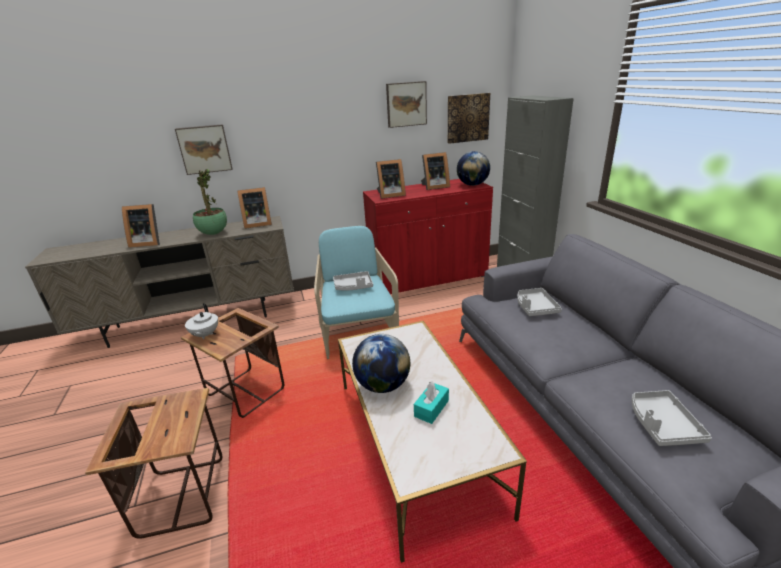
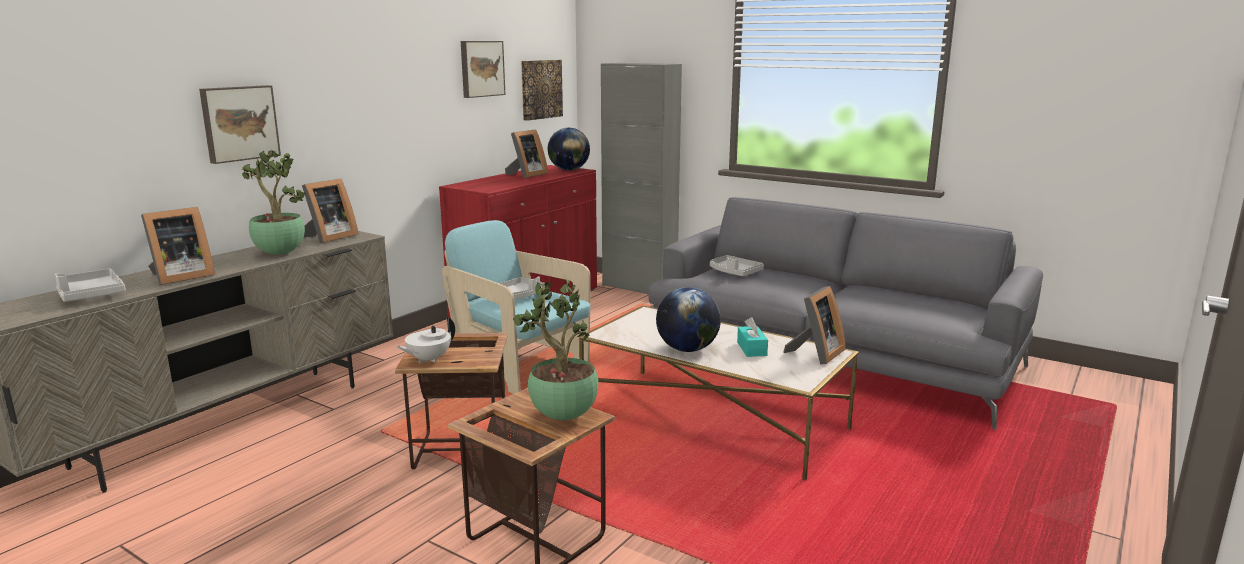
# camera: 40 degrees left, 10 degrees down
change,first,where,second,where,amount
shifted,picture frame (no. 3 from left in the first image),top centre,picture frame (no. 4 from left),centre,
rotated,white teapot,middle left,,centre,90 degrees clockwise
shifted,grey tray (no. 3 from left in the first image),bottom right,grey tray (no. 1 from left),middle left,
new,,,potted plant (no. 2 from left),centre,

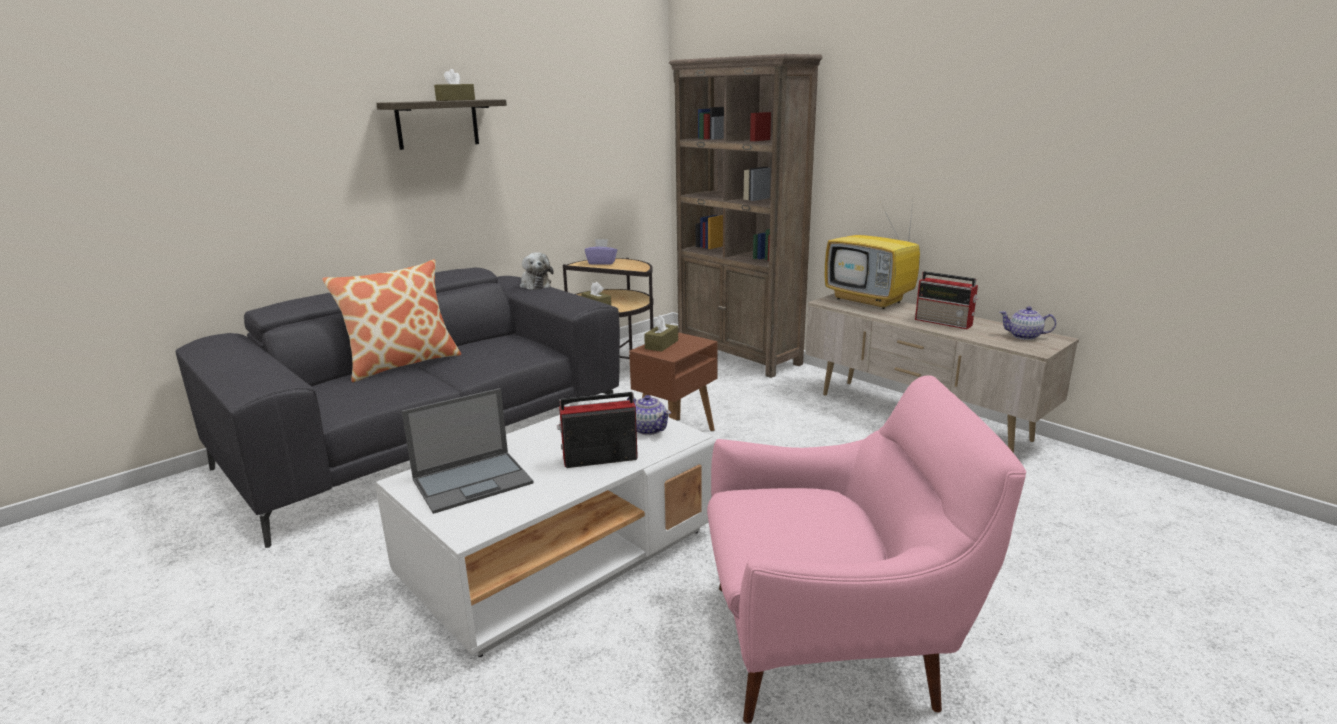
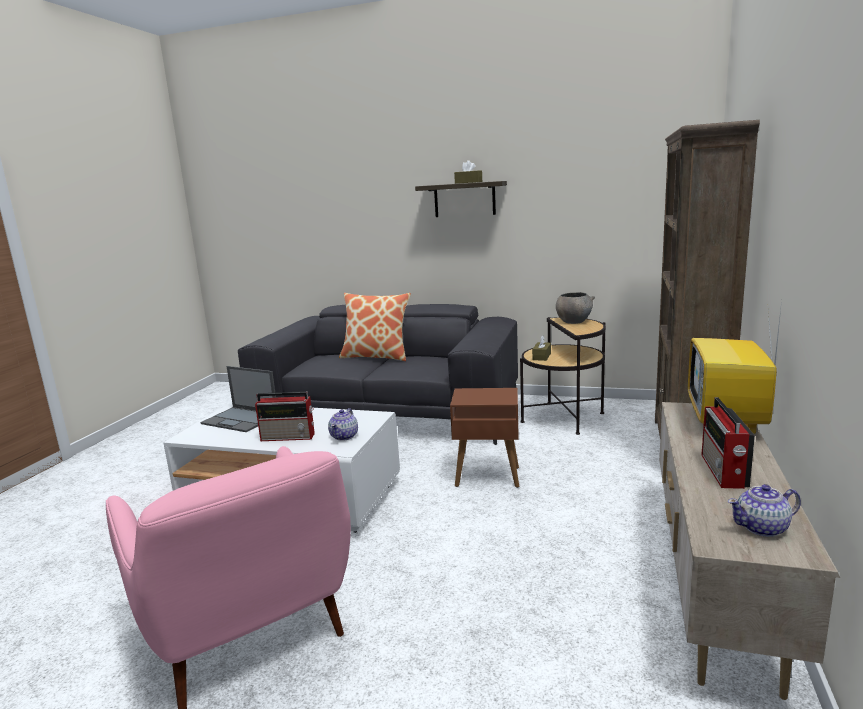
# camera: 60 degrees right, 5 degrees down
change,first,where,second,where,amount
swapped,purple tissue box,centre,grey bowl,centre,
gone,plush toy,centre,,,
rotated,teapot (no. 2 from left),middle right,,bottom right,90 degrees counterclockwise
gone,brown tissue box (no. 3 from left),centre,,,
rotated,radio (no. 1 from left),centre,,middle left,135 degrees clockwise

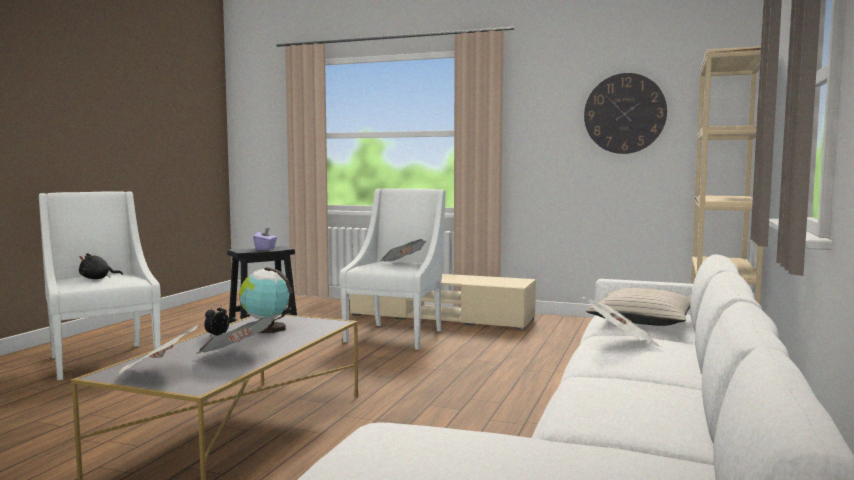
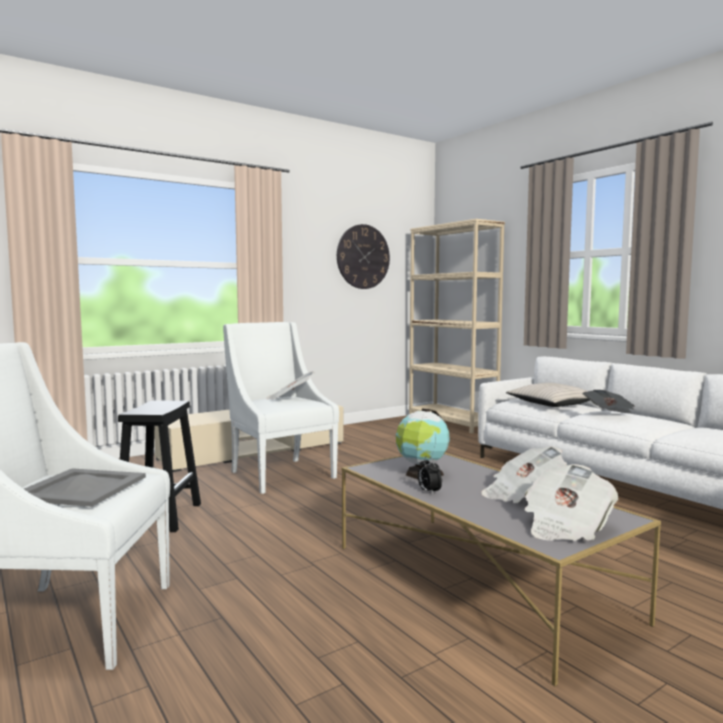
# camera: 55 degrees left, 0 degrees up
change,first,where,second,where,amount
gone,purple tissue box,middle left,,,
swapped,black plush toy,middle left,grey tray,bottom left,

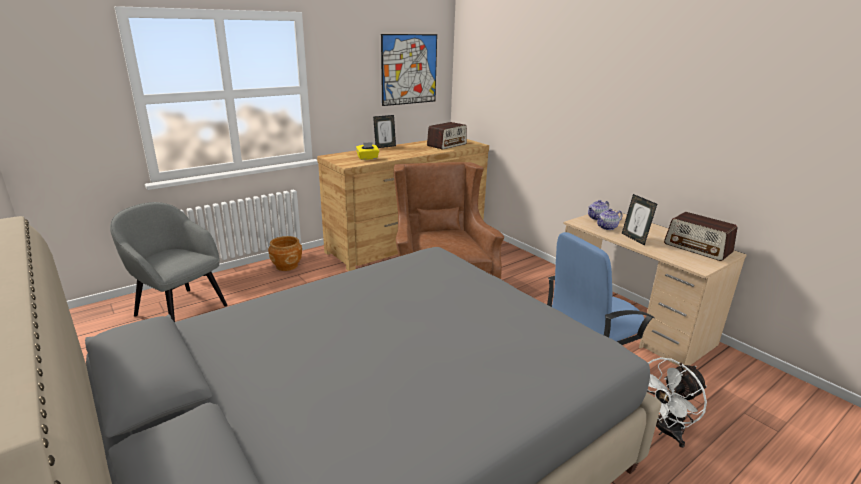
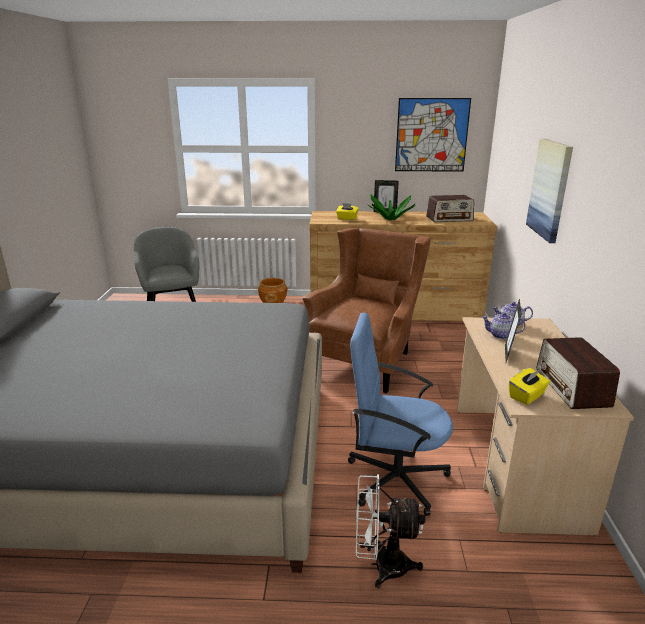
# camera: 40 degrees right, 0 degrees up
change,first,where,second,where,amount
new,,,picture (no. 2 from left),top right,
new,,,potted plant,top centre,
new,,,yellow tissue box (no. 2 from left),middle right,

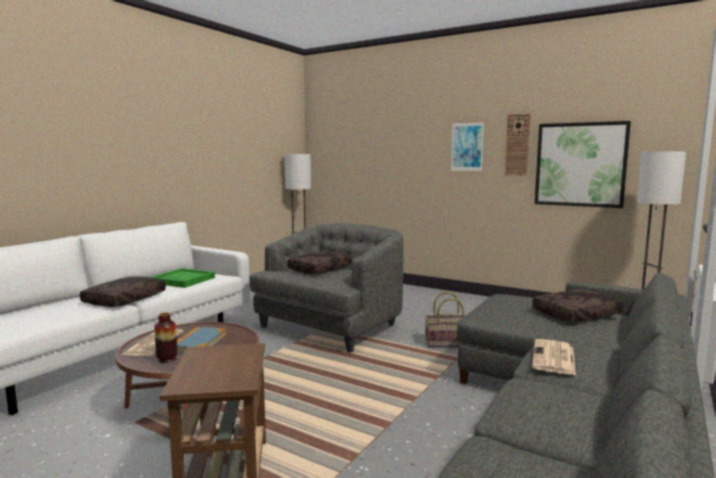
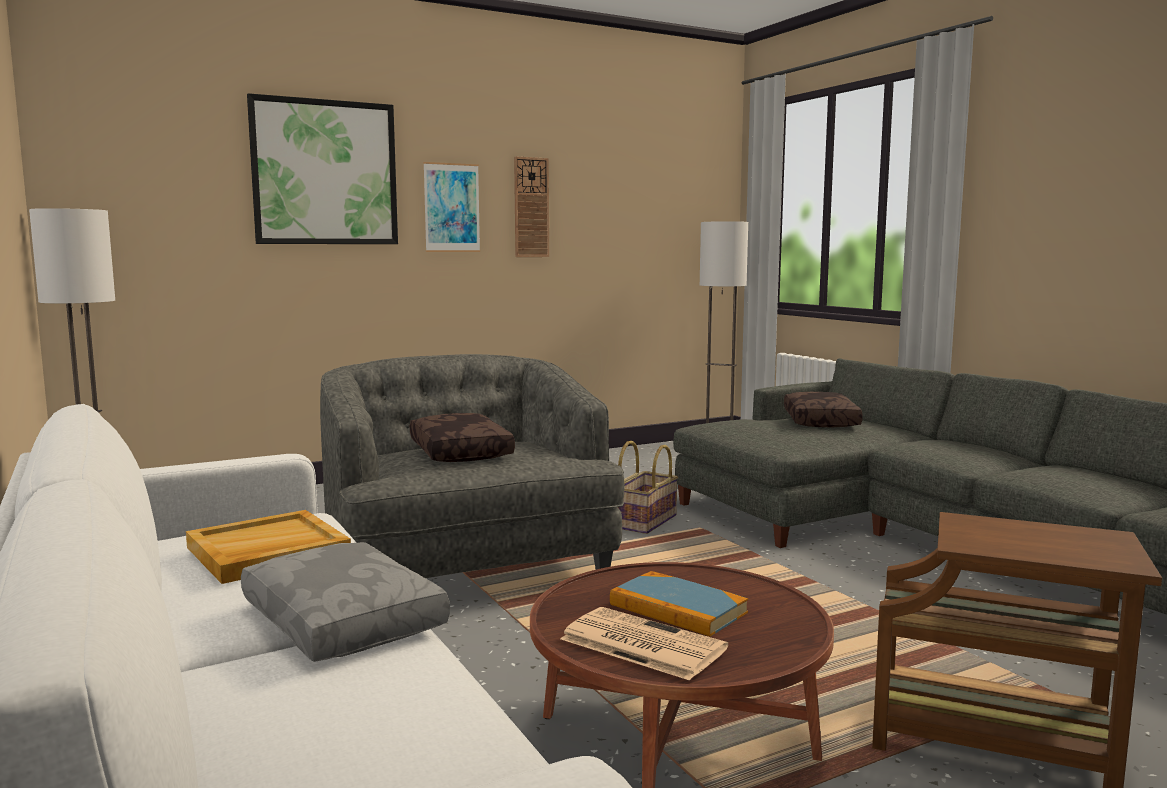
# camera: 60 degrees left, 0 degrees up
change,first,where,second,where,amount
shifted,picture (no. 2 from left in the first image),middle right,picture (no. 1 from left),top left,
repainted,green tray,middle left,beige tray,bottom left,
repainted,brown pillow (no. 1 from left),middle left,grey pillow,bottom left,
gone,vase,bottom left,,,
gone,newspaper (no. 2 from left),bottom right,,,

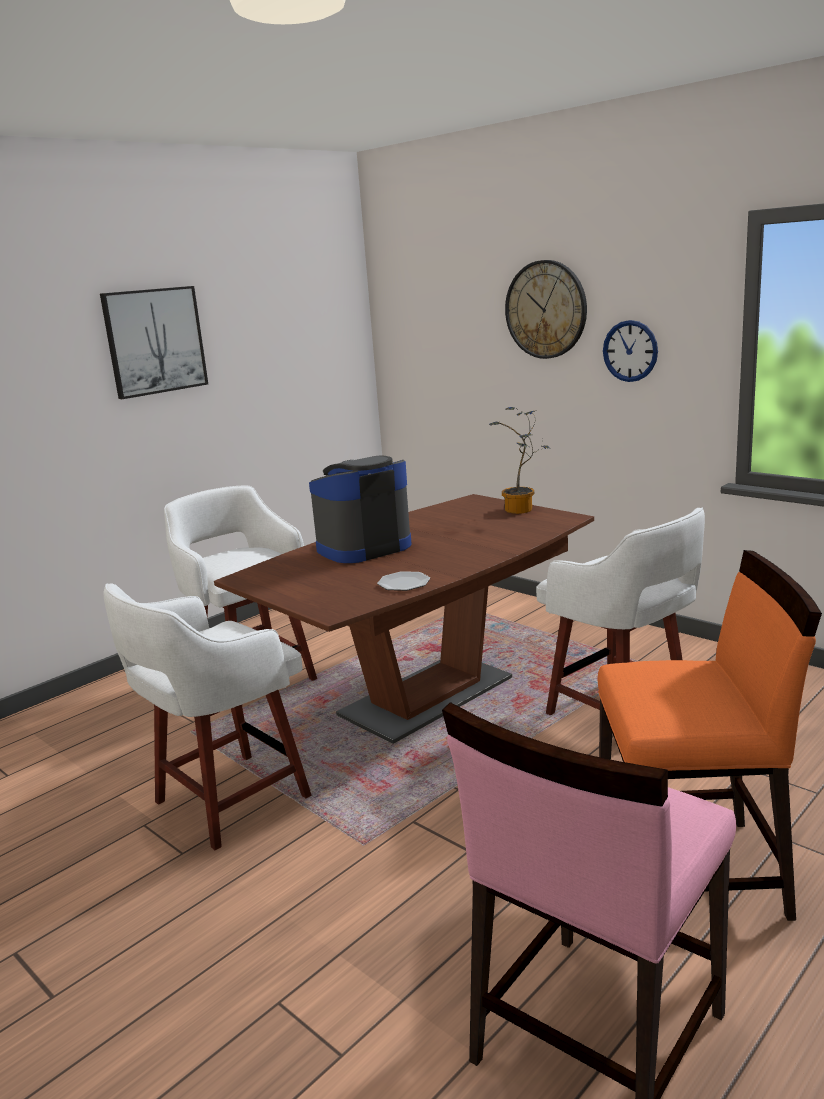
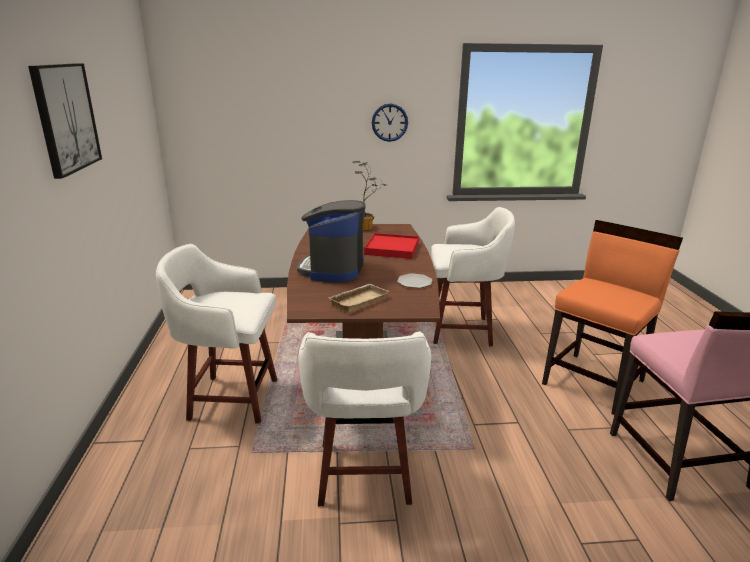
# camera: 50 degrees left, 5 degrees up
change,first,where,second,where,amount
gone,wall clock (no. 1 from left),top centre,,,
new,,,red tray,centre,
new,,,beige tray,centre,

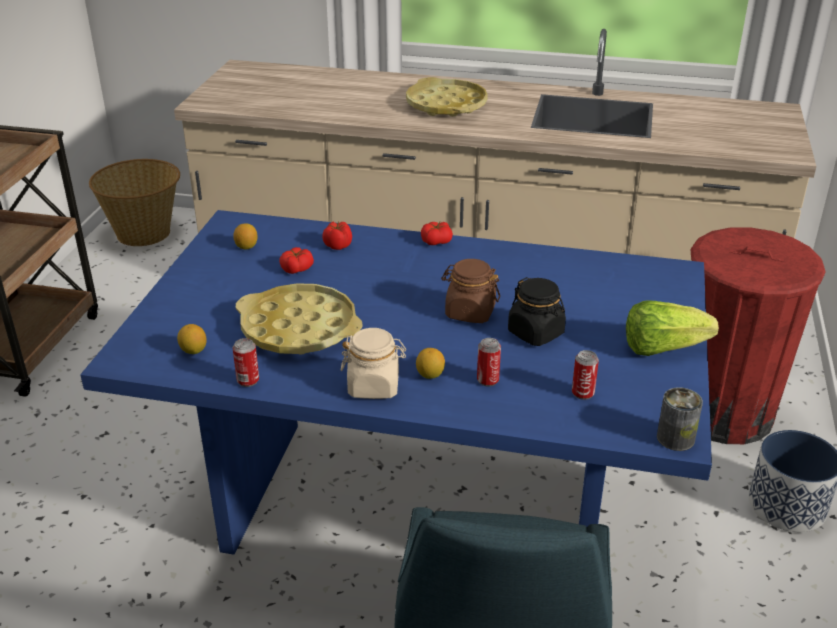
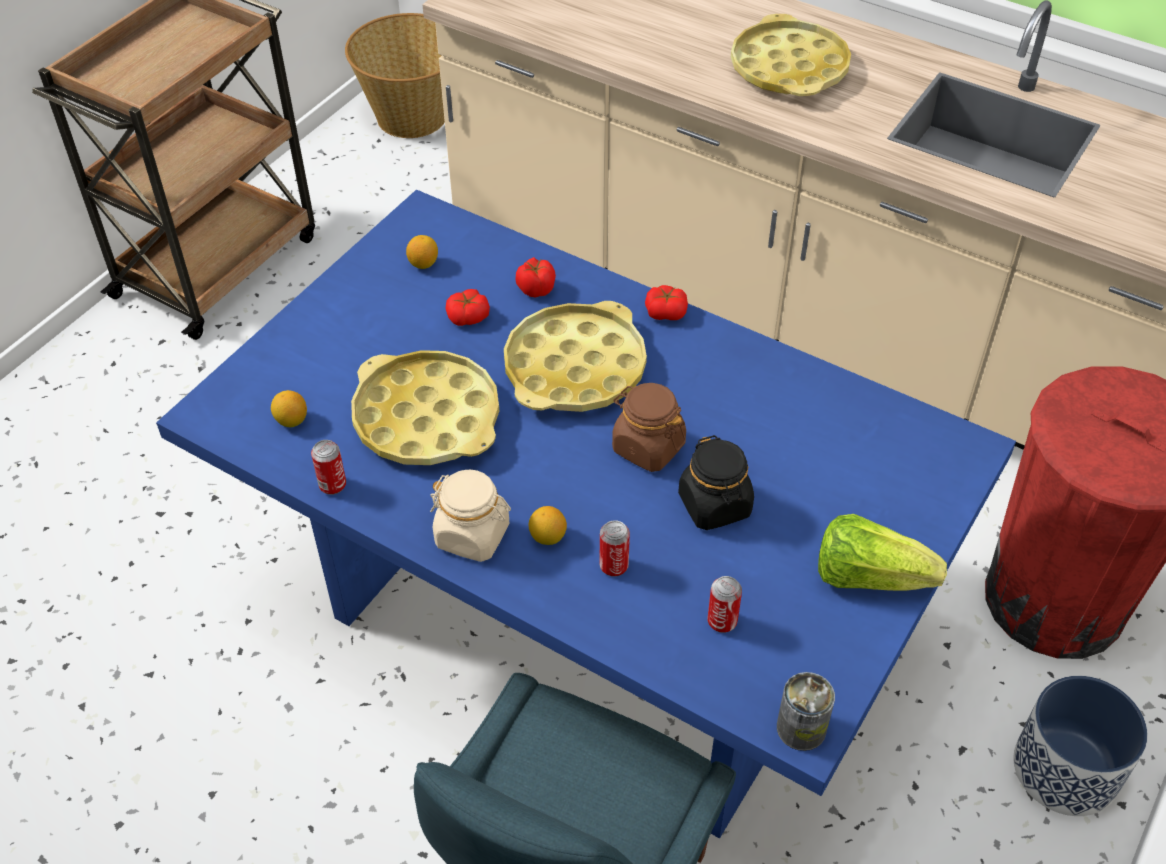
# camera: 20 degrees right, 15 degrees up
change,first,where,second,where,amount
new,,,yellow tray (no. 2 from left),centre,

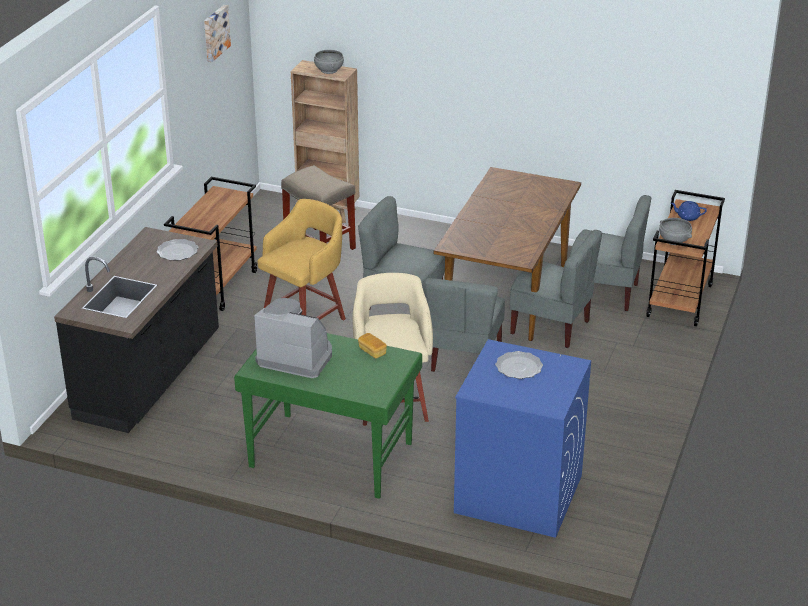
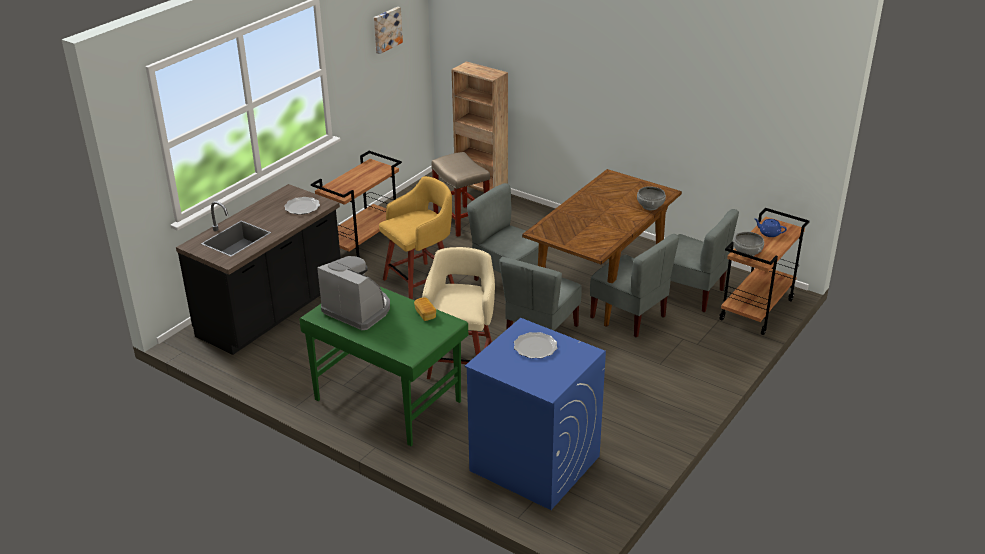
# camera: 15 degrees right, 0 degrees up
change,first,where,second,where,amount
shifted,grey bowl (no. 1 from left),top centre,,centre,

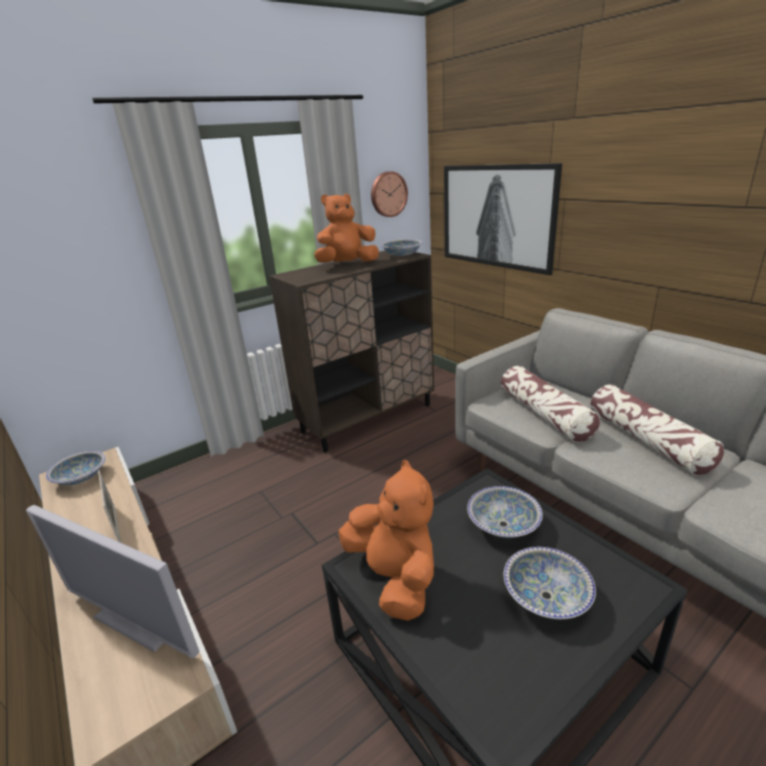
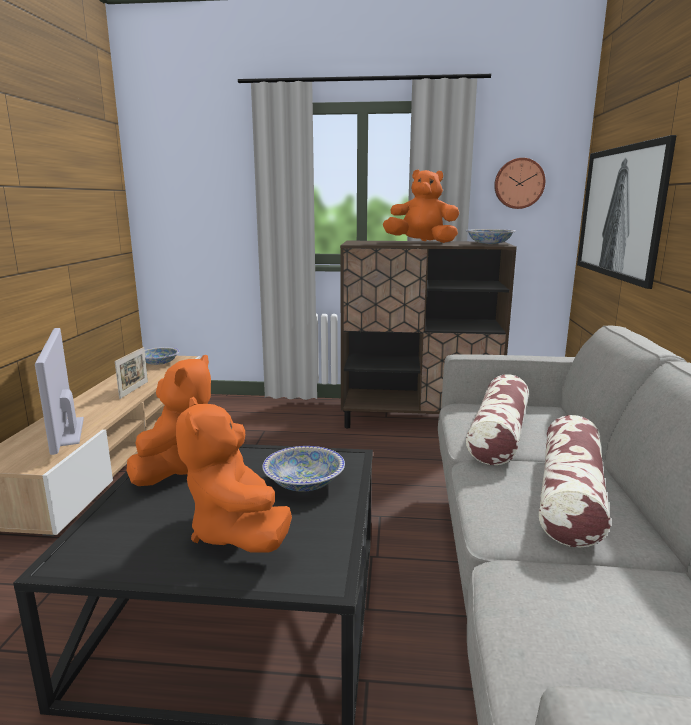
# camera: 40 degrees right, 10 degrees down
change,first,where,second,where,amount
swapped,bowl (no. 4 from left),bottom right,orange plush toy (no. 2 from left),centre,

